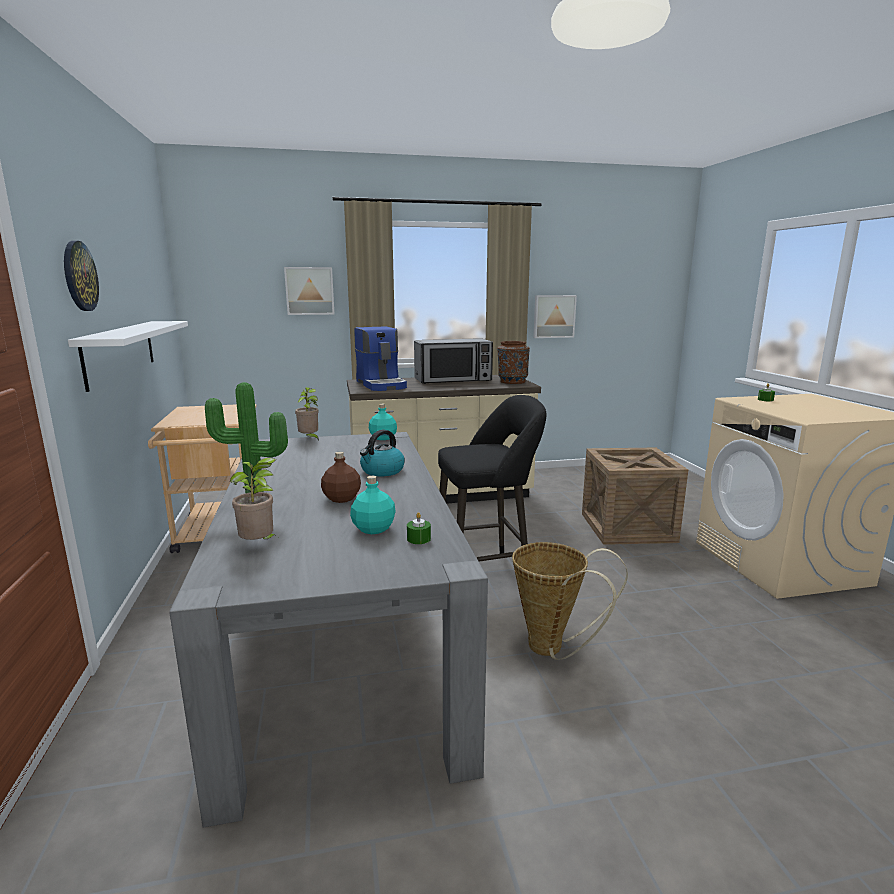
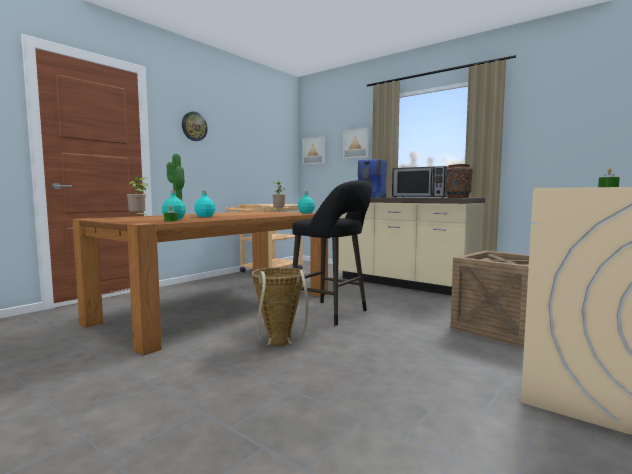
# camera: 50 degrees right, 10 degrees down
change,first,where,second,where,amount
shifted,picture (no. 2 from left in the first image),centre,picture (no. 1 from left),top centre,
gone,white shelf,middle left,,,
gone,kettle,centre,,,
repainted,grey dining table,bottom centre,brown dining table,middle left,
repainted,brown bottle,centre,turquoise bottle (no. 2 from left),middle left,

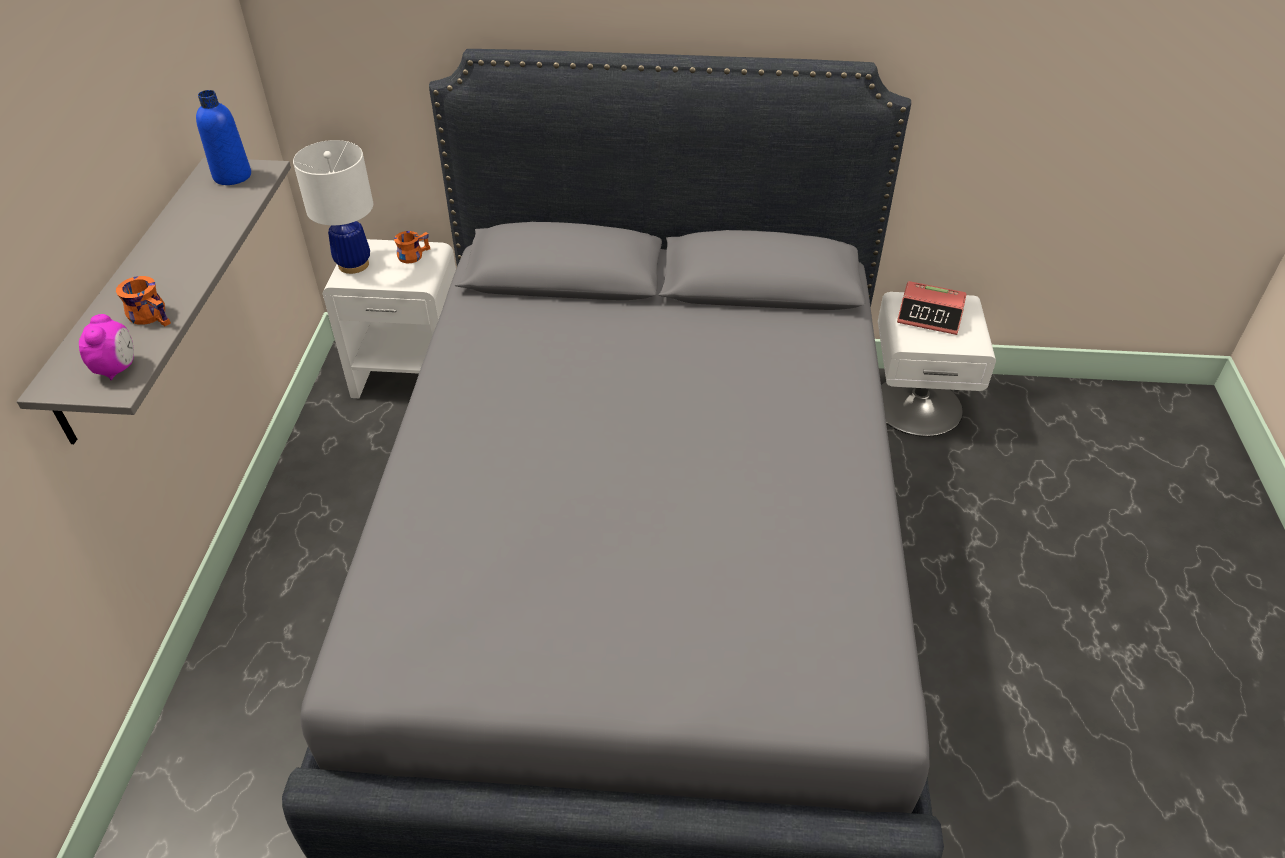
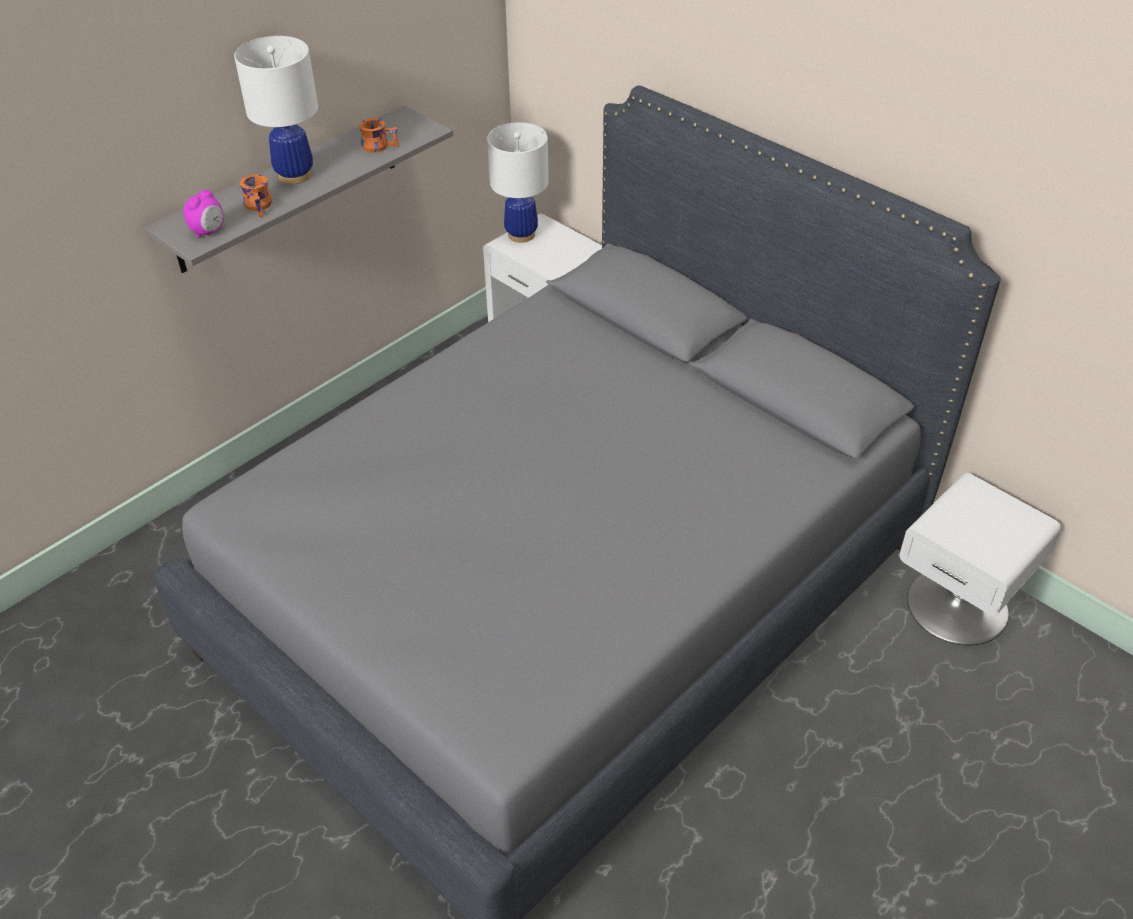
# camera: 40 degrees right, 0 degrees up
change,first,where,second,where,amount
gone,blue bottle,top left,,,
shifted,orange mug (no. 2 from left),top left,,top centre,
gone,alarm clock (no. 2 from left),middle right,,,
new,,,white table lamp (no. 1 from left),top left,

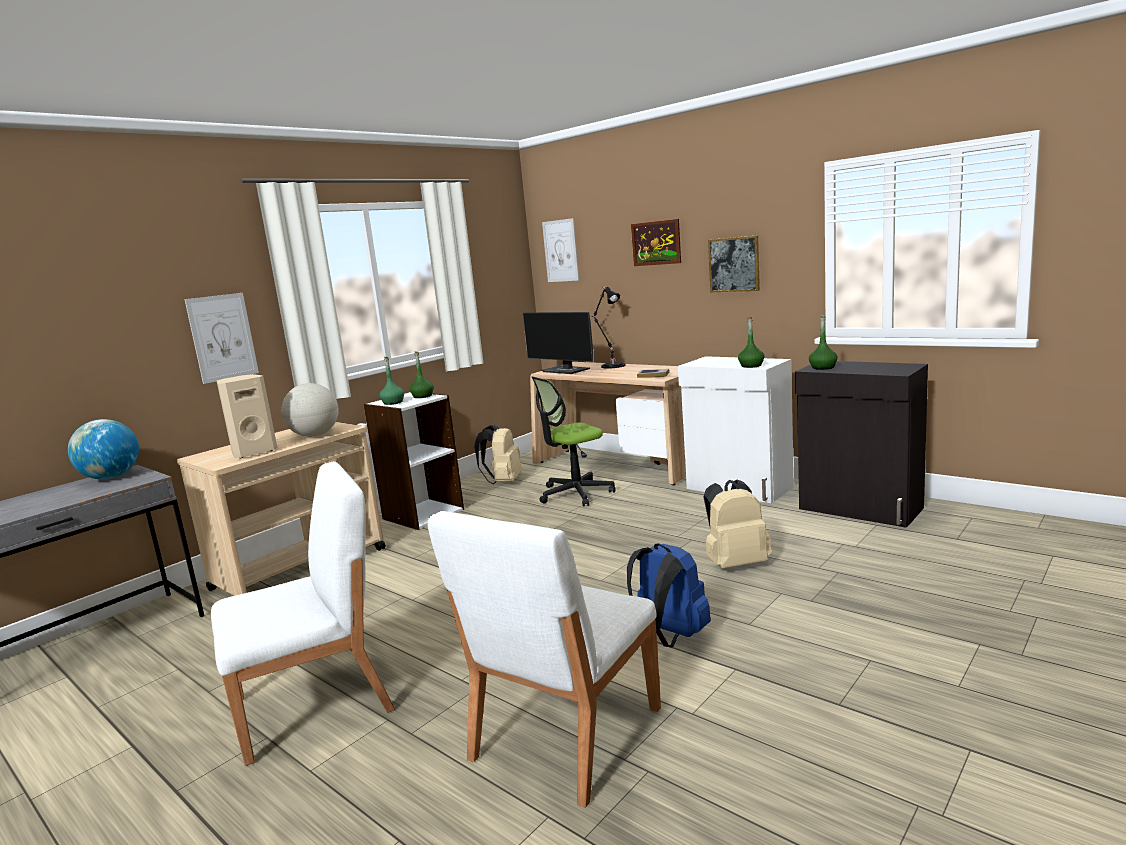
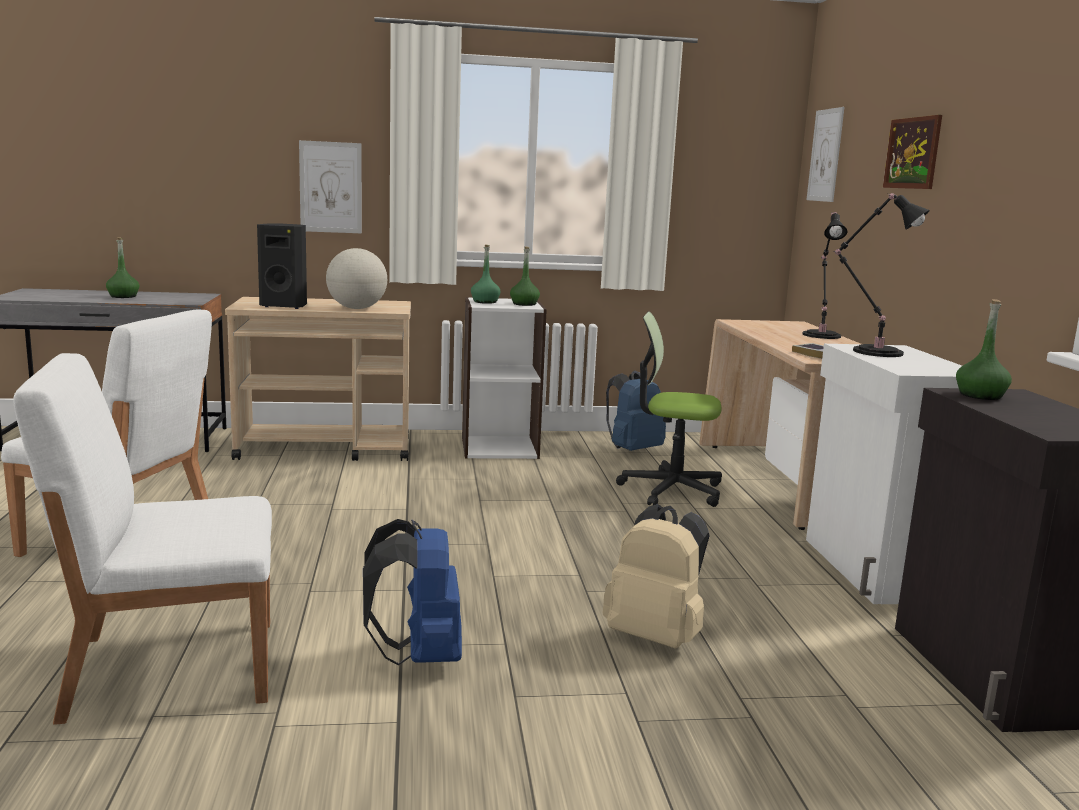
# camera: 40 degrees right, 0 degrees up
change,first,where,second,where,amount
gone,picture (no. 4 from left),top centre,,,
gone,monitor,centre,,,
shifted,green bottle (no. 3 from left in the first image),middle right,green bottle (no. 1 from left),top left,
repainted,beige speaker,middle left,black speaker,top left,
gone,globe (no. 1 from left),middle left,,,
repainted,beige backpack (no. 1 from left),centre,blue backpack (no. 2 from left),centre,
new,,,black table lamp (no. 2 from left),middle right,

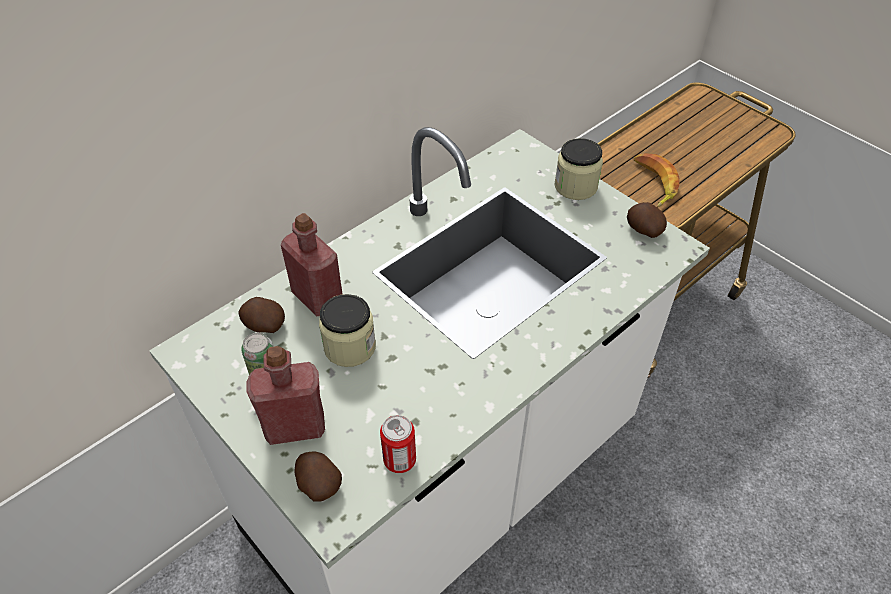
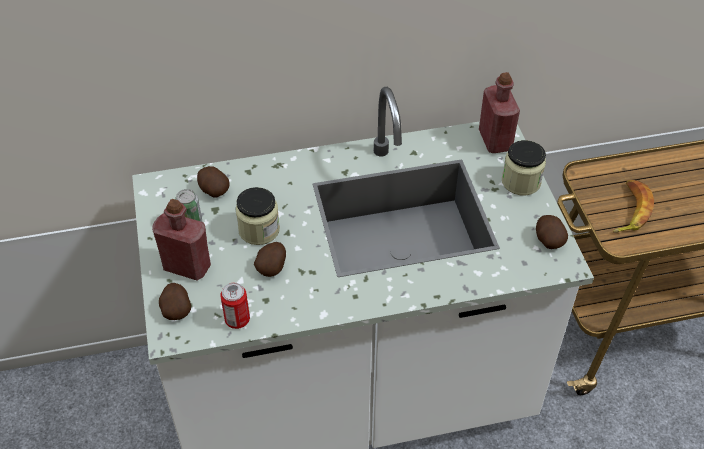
# camera: 30 degrees right, 0 degrees up
change,first,where,second,where,amount
shifted,red bottle (no. 2 from left),centre,,top right,
new,,,potato (no. 3 from left),centre,

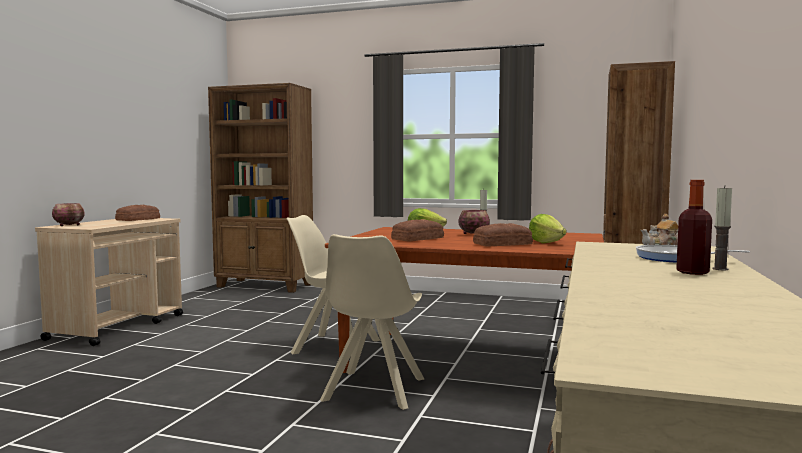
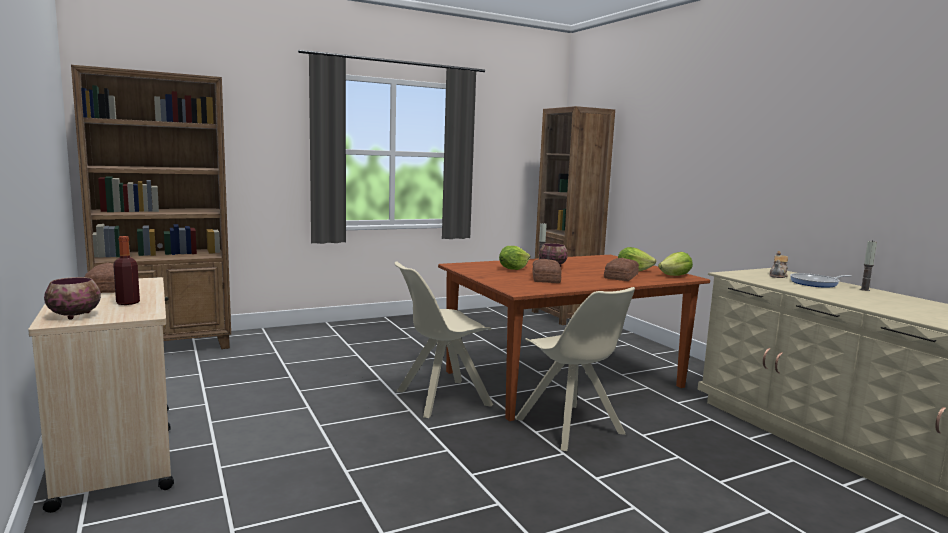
# camera: 45 degrees left, 5 degrees up
change,first,where,second,where,amount
shifted,bottle,middle right,,middle left,
new,,,lettuce (no. 3 from left),middle right,

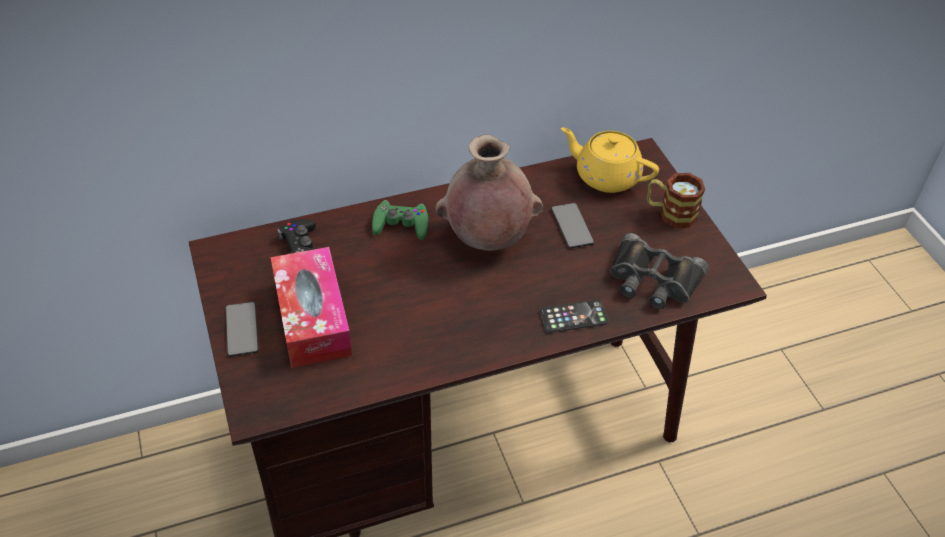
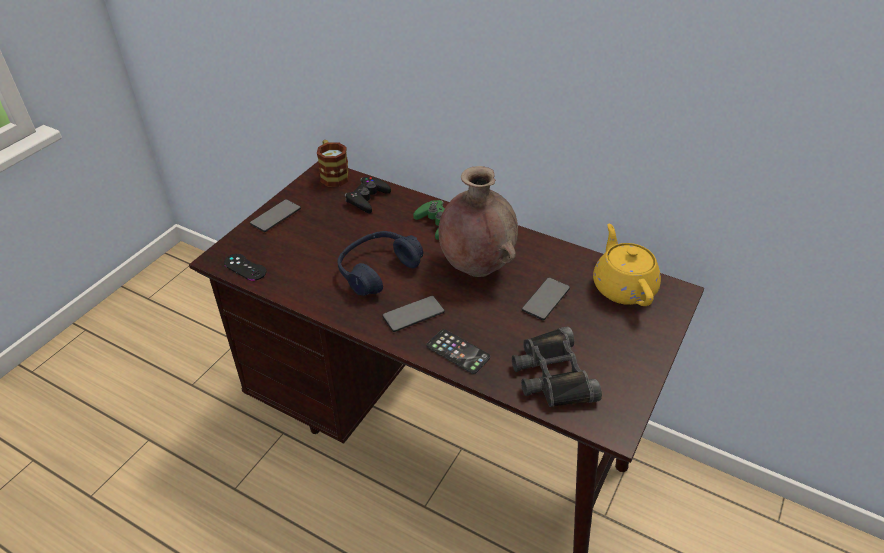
# camera: 50 degrees right, 5 degrees down
change,first,where,second,where,amount
shifted,mug,middle right,,top centre,
gone,tissue box,middle left,,,
new,,,blue headphones,centre,
new,,,black game controller (no. 1 from left),middle left,
new,,,phone (no. 2 from left),centre,

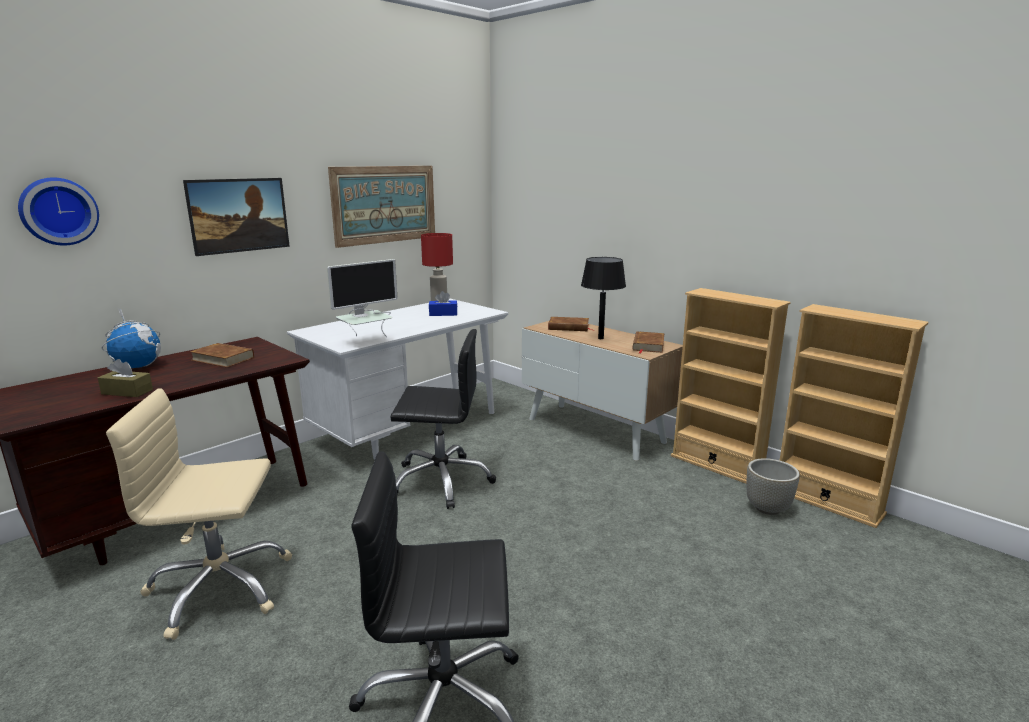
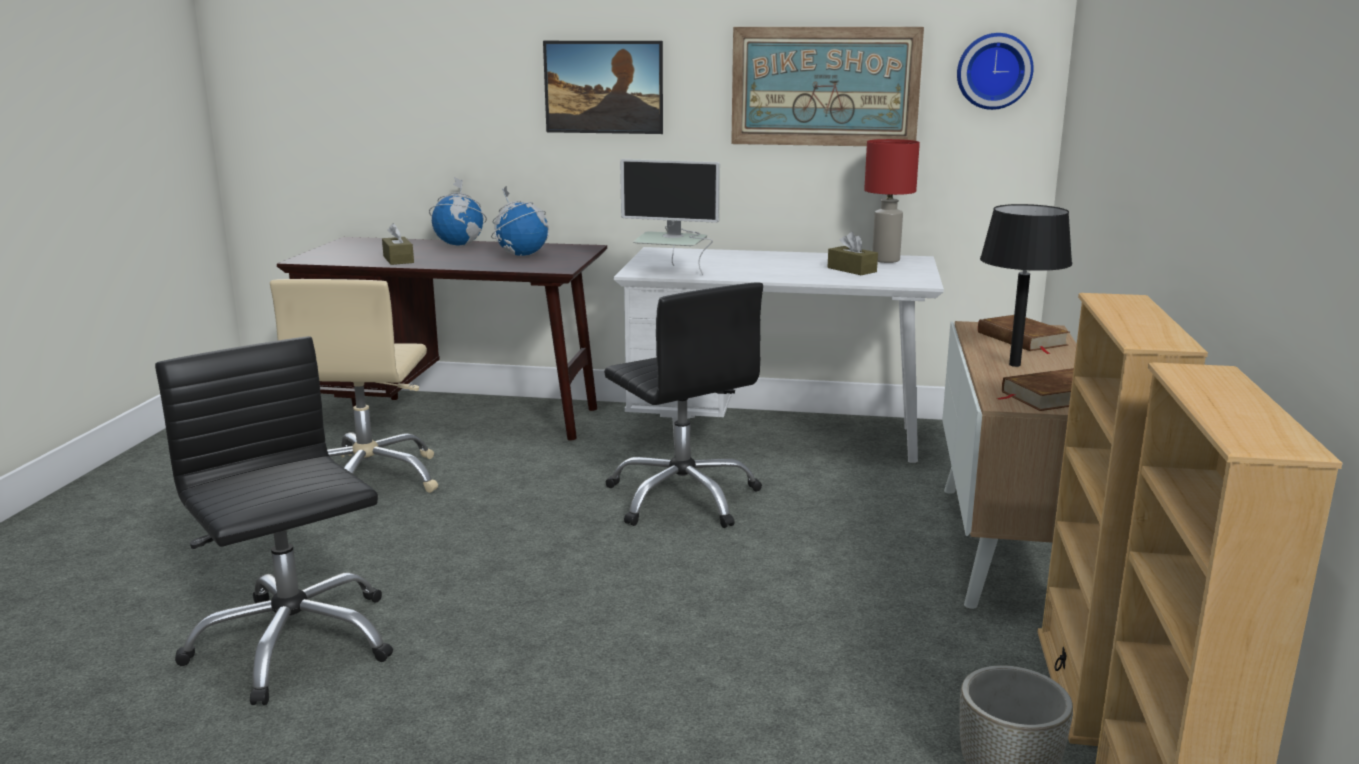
# camera: 55 degrees right, 0 degrees up
change,first,where,second,where,amount
shifted,wall clock,top left,,top right,
repainted,blue tissue box,centre,brown tissue box (no. 2 from left),top centre,
swapped,brown book (no. 1 from left),middle left,globe (no. 2 from left),top centre,
rotated,beige office chair,bottom left,,middle left,135 degrees counterclockwise

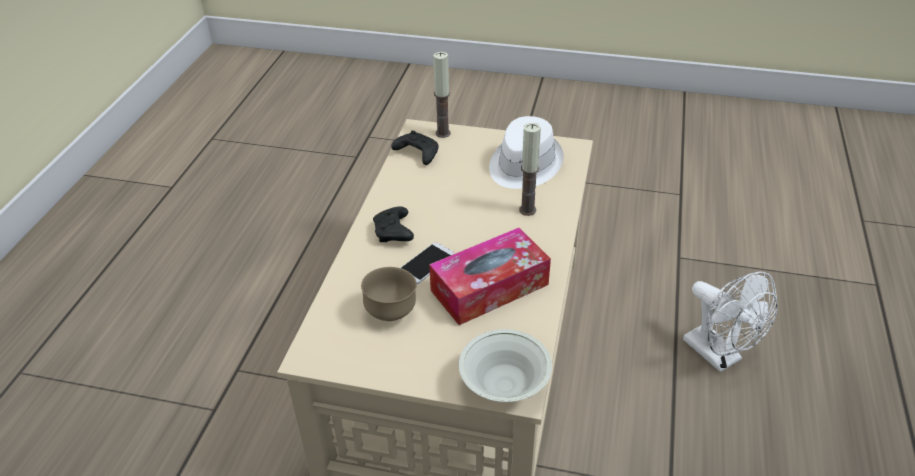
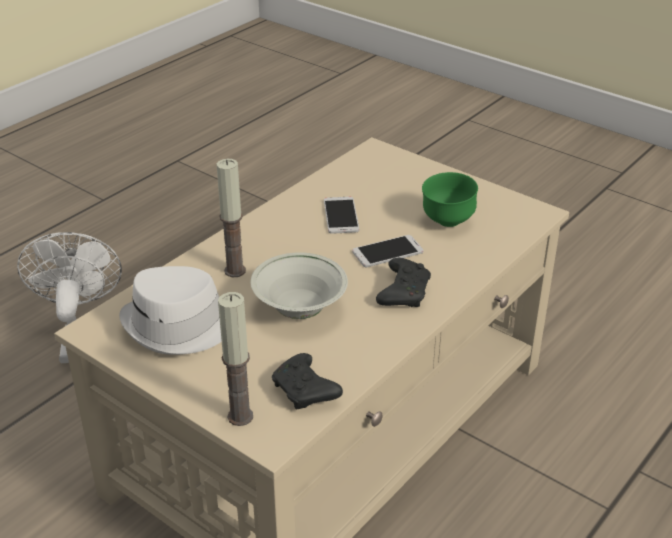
# camera: 155 degrees left, 5 degrees down
change,first,where,second,where,amount
swapped,tissue box,centre,phone (no. 1 from left),centre,
repainted,brown bowl,centre,green bowl,middle right,
shifted,white bowl,bottom centre,,centre,

